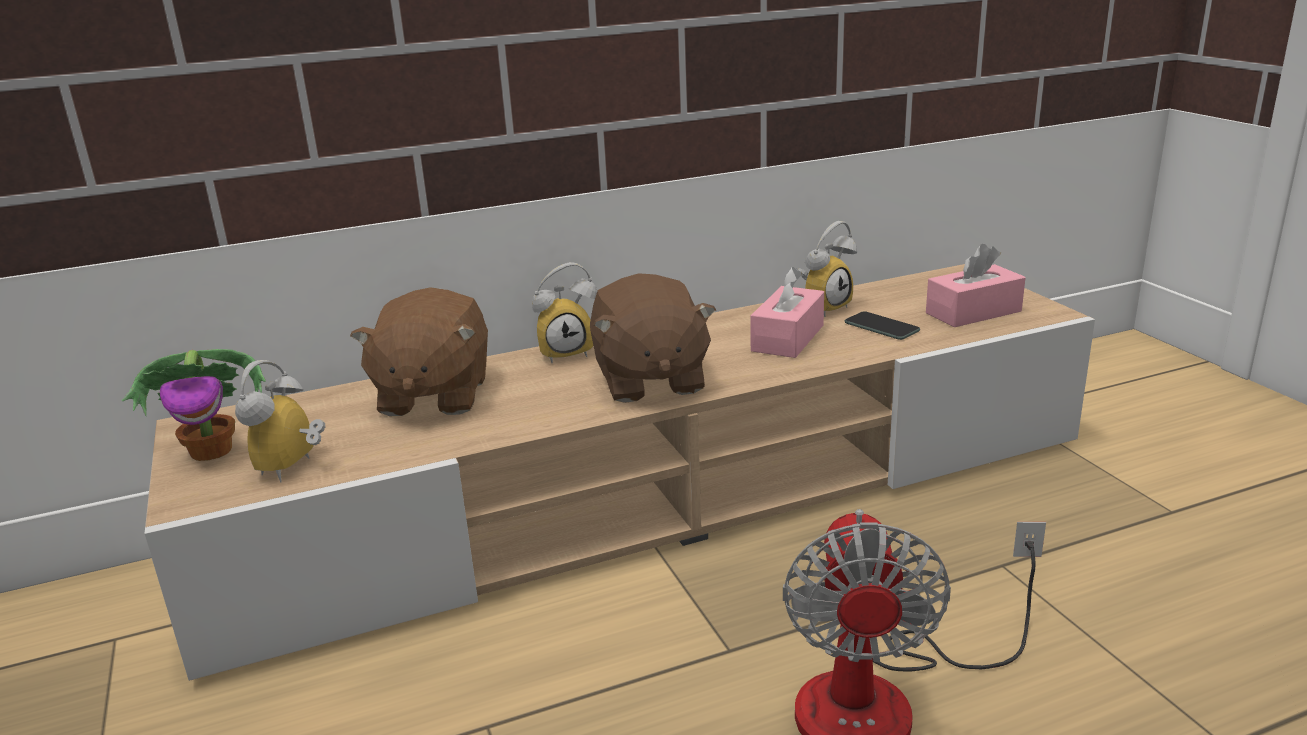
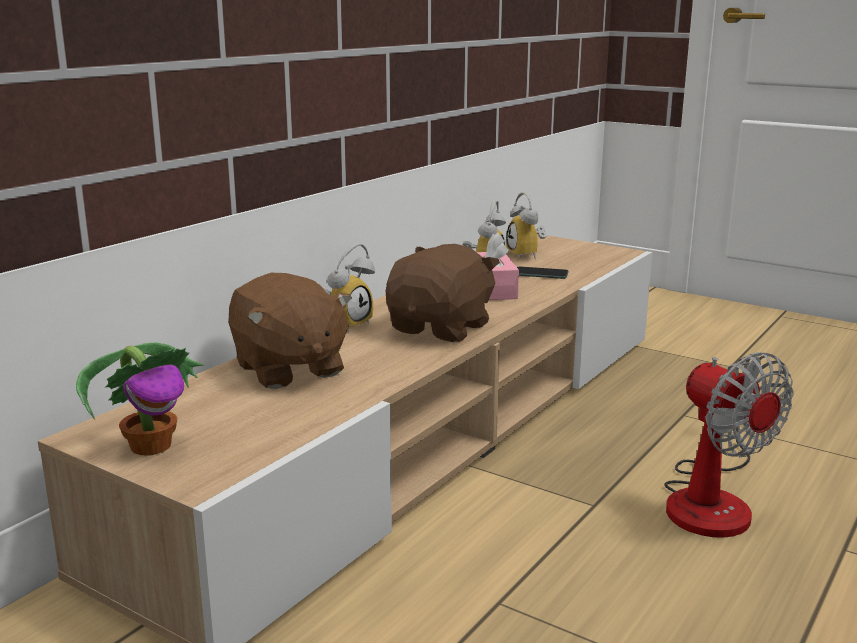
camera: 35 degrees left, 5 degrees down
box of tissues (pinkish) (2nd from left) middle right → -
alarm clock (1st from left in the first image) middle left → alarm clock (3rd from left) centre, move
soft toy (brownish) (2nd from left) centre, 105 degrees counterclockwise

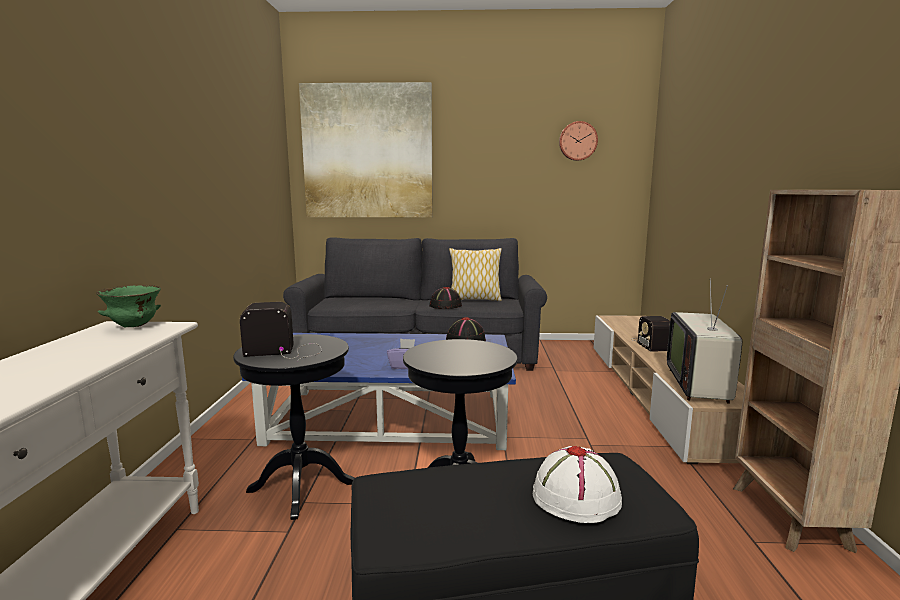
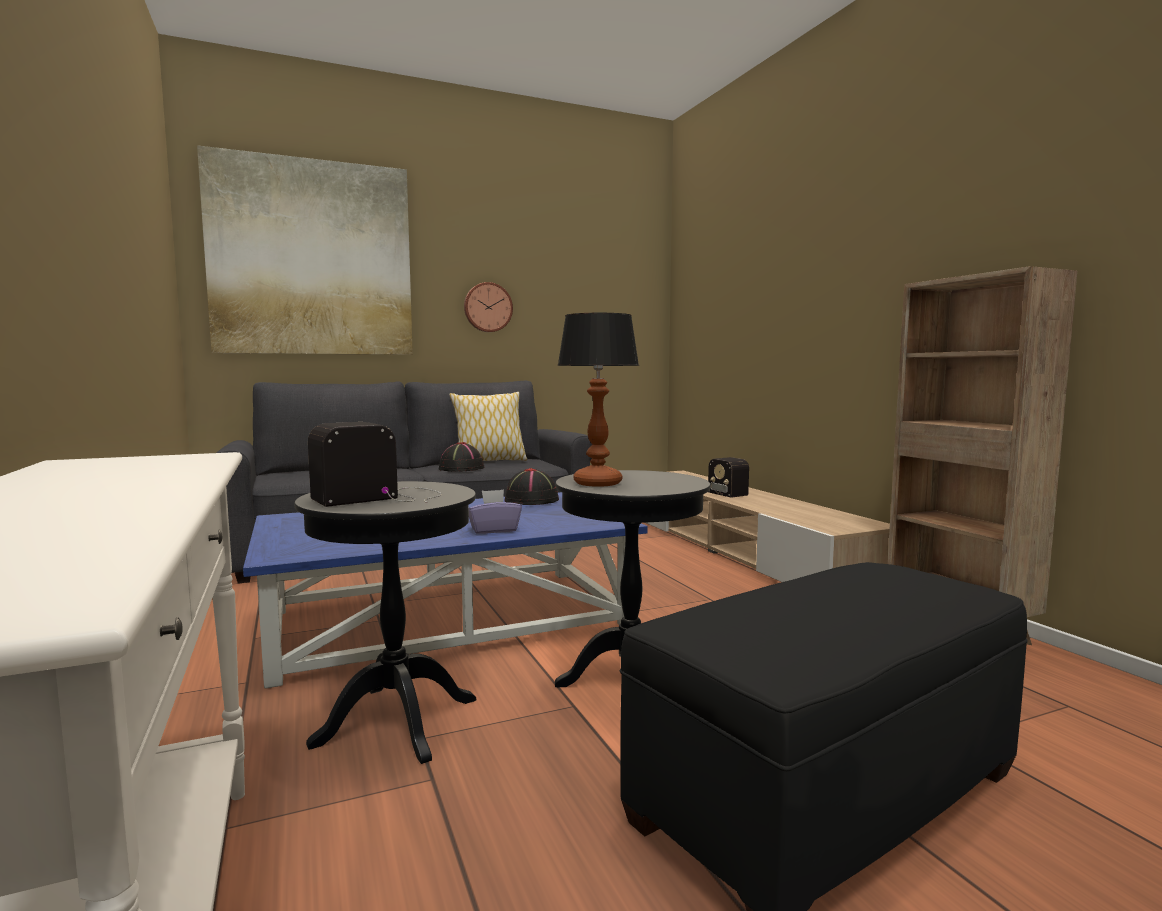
camera: 25 degrees left, 5 degrees down
bowl (greenish) middle left → -
clothing hat (white) bottom centre → -
television middle right → -
- → tabletop lamp centre
wall clock top centre → wall clock centre, move

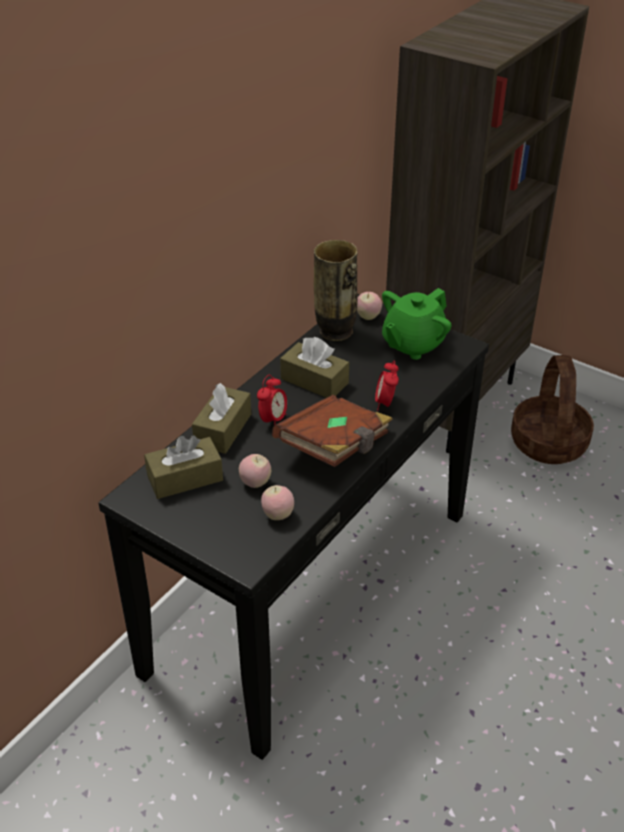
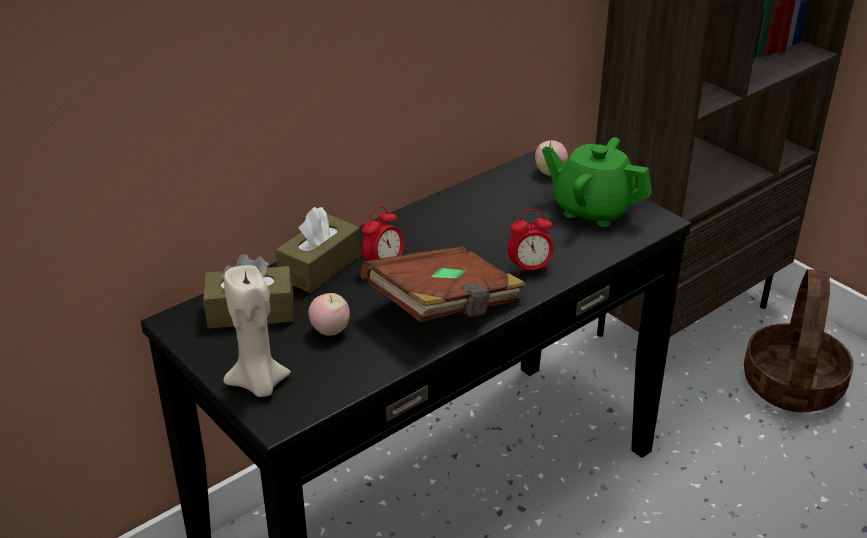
camera: 15 degrees right, 5 degrees down
apple fruit (2nd from left) centre → -
box of tissues (brownish) (3rd from left) centre → -
decorative vase centre → -
- → candle (beige-coloured) middle left
alarm clock (2nd from left) centre, 120 degrees counterclockwise
pot for tea (greenish) middle right, 60 degrees clockwise

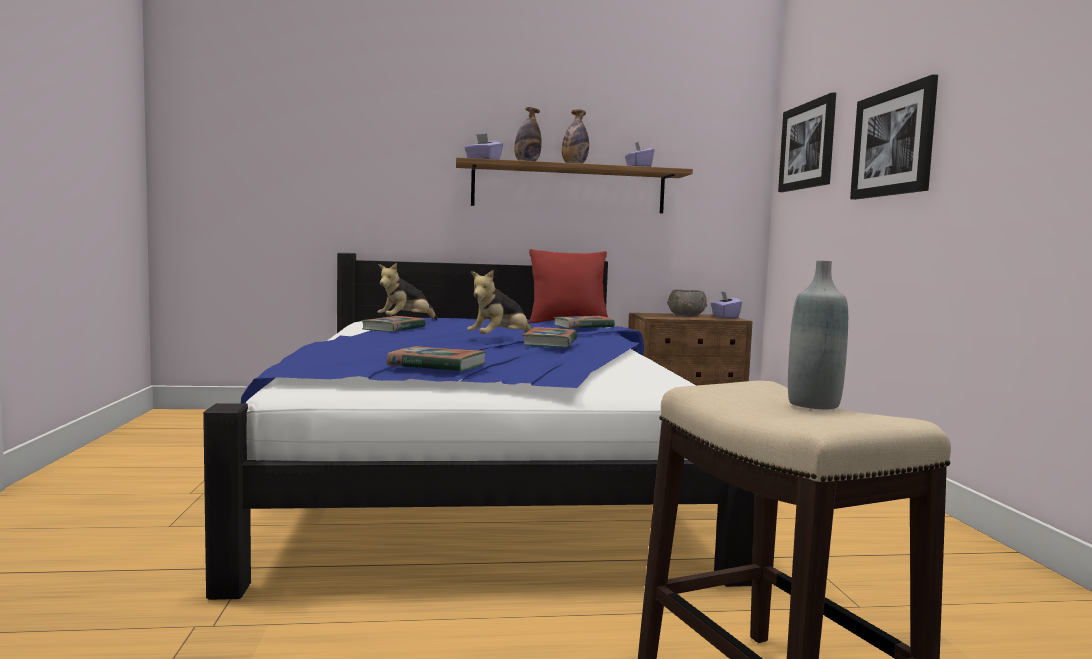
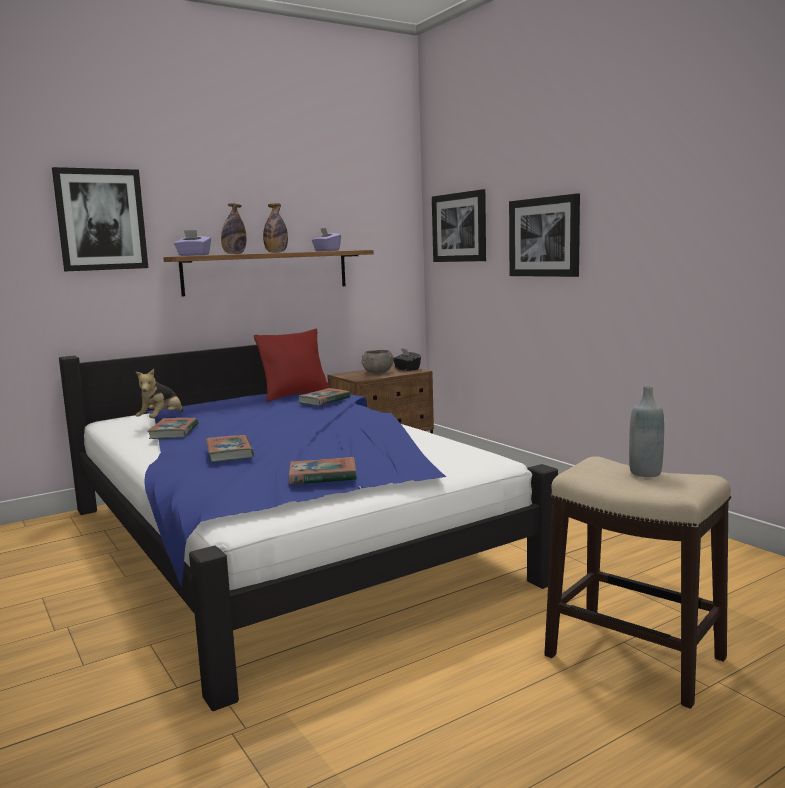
camera: 25 degrees left, 5 degrees up
soft toy (2nd from left) centre → -
- → picture (1st from left) top left
volume (3rd from left in the first image) centre → volume (2nd from left) middle left, move
box of tissues (purple) (3rd from left) centre → box of tissues (black-coloured) centre

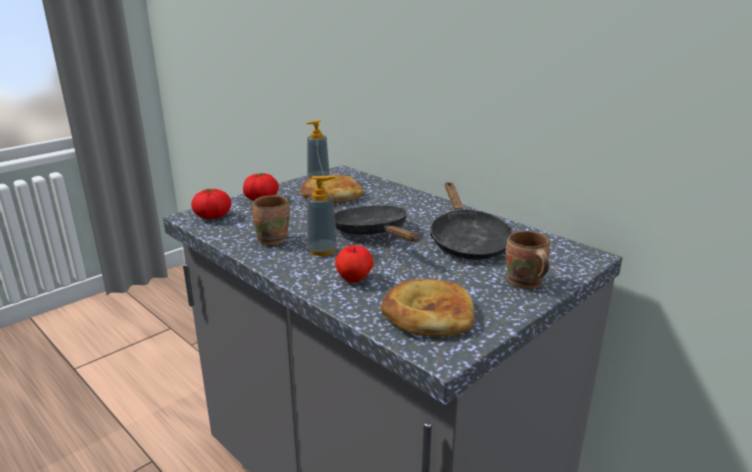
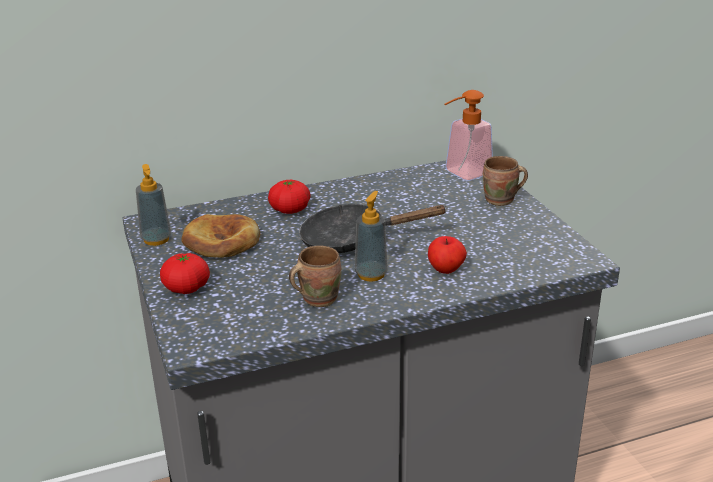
camera: 65 degrees left, 5 degrees up
baked bread (2nd from left) centre → -
skillet (black-coloured) (2nd from left) centre → -
- → soap dispenser (3rd from left) top centre
fresh tomato (1st from left in the first image) middle left → fresh tomato (2nd from left) centre, move

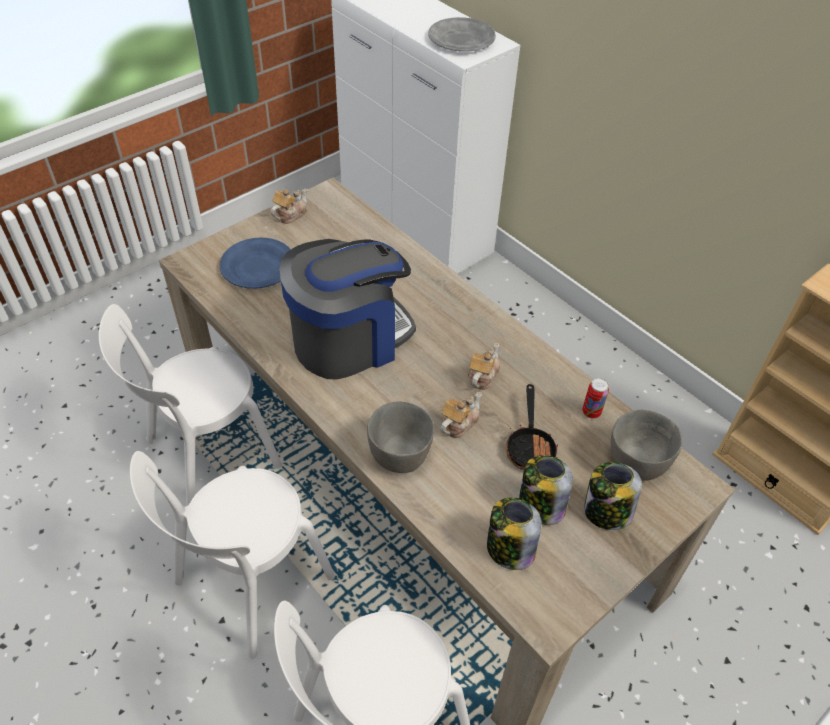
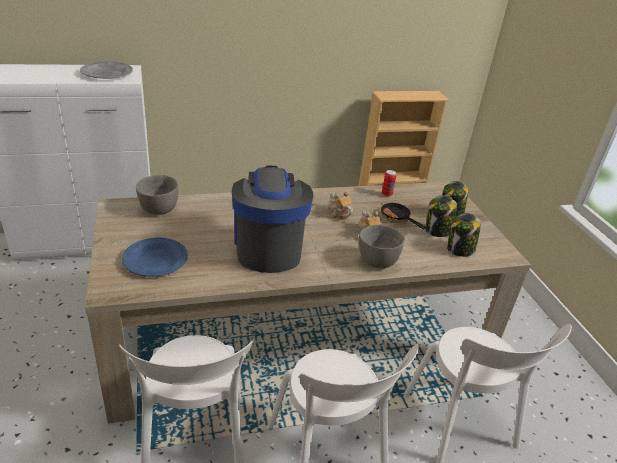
camera: 65 degrees left, 15 degrees down
pot for tea (1st from left) top centre → -
bowl (gray) (2nd from left in the first image) middle right → bowl (gray) (1st from left) middle left, move
skillet centre, 150 degrees counterclockwise

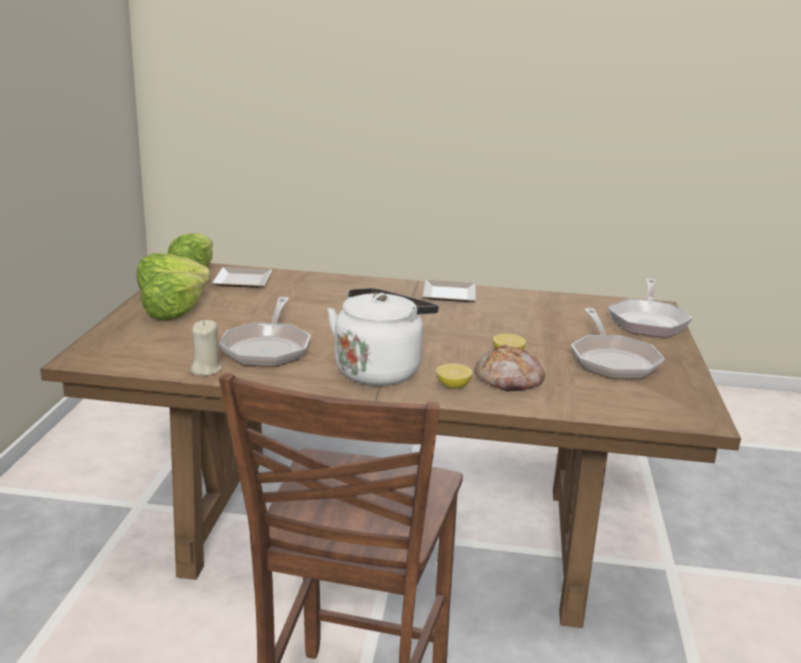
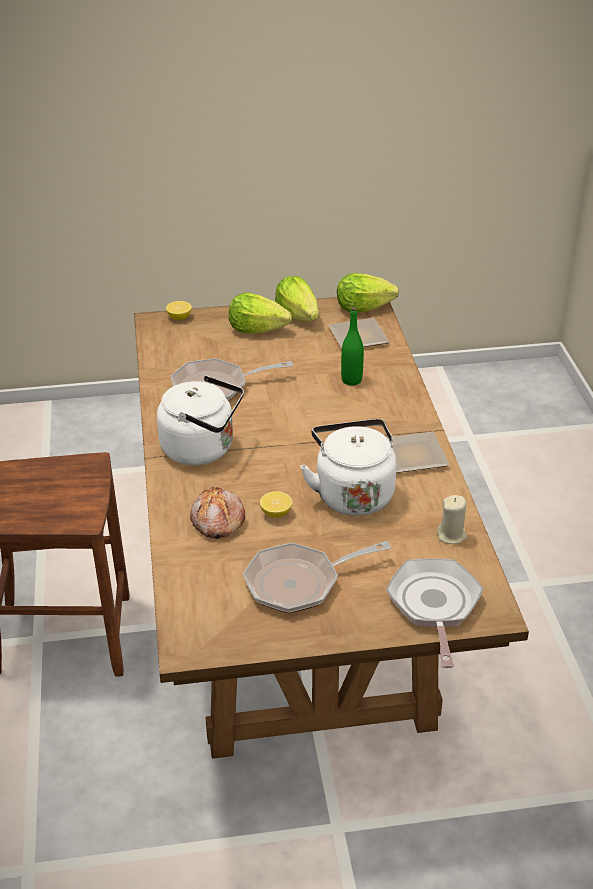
camera: 75 degrees right, 15 degrees up
- → tea kettle (white) (2nd from left) centre
- → beverage bottle (greenish) centre
candle (beige-coloured) middle left → candle (beige-coloured) middle right, move
citrus fruit (1st from left) centre → citrus fruit (1st from left) middle left, move
skillet (3rd from left) middle right → skillet (3rd from left) bottom right, 90 degrees clockwise

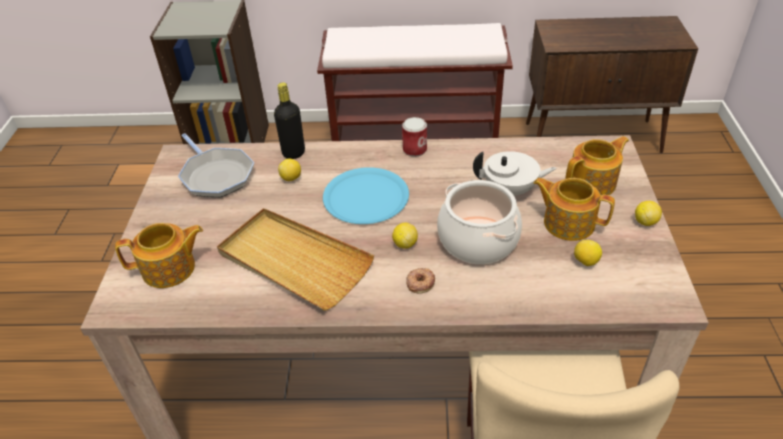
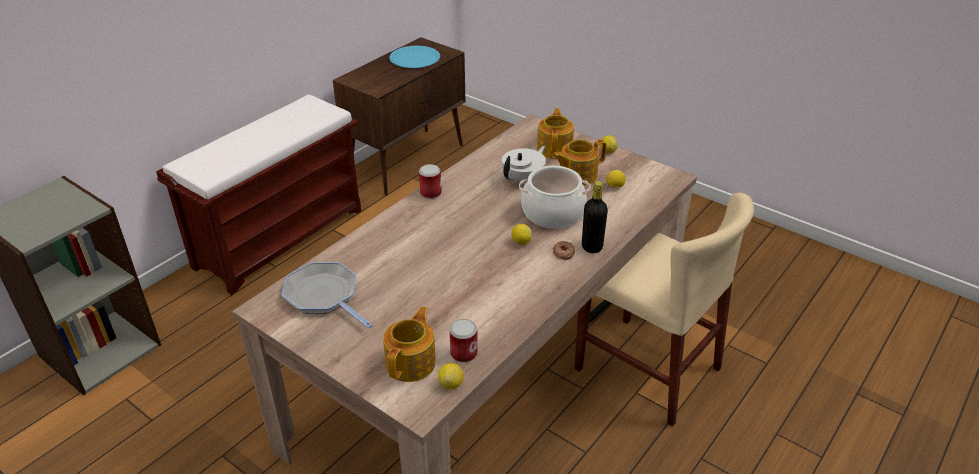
camera: 55 degrees left, 5 degrees down
carrying tray (beige-coloured) centre → -
- → sealed can (2nd from left) bottom centre
beverage bottle (black-coloured) top centre → beverage bottle (black-coloured) centre, move
citrus fruit (1st from left) centre → citrus fruit (1st from left) bottom centre, move
flat dish (blue-coloured) centre → flat dish (blue-coloured) top centre, move
skillet middle left → skillet centre, 135 degrees counterclockwise

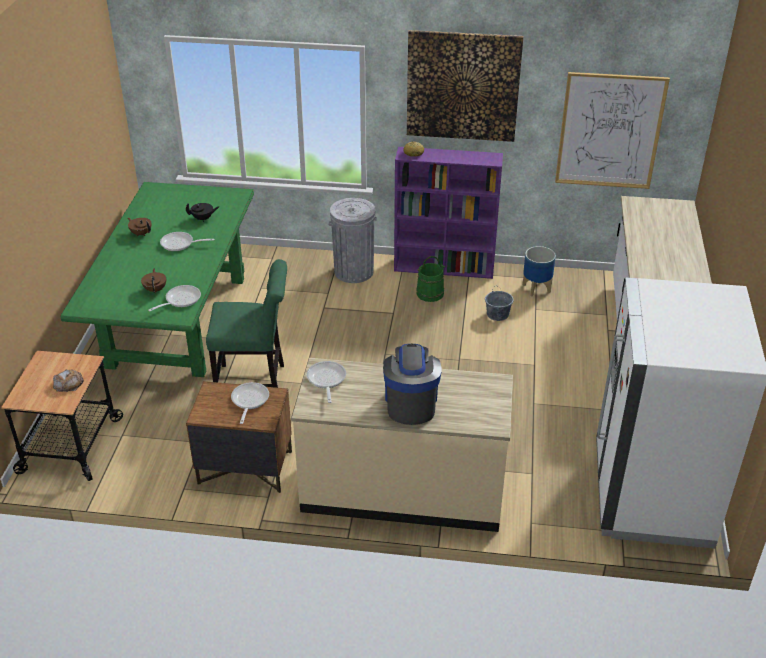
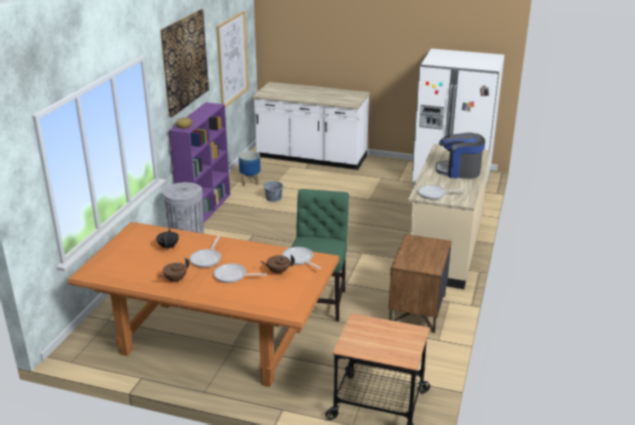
camera: 80 degrees left, 10 degrees down
baked bread (1st from left) middle left → -
pail (greenish) centre → -
skillet (3rd from left in the first image) middle left → skillet (2nd from left) centre, move
dinner table (greenish) middle left → dinner table (orange) bottom left

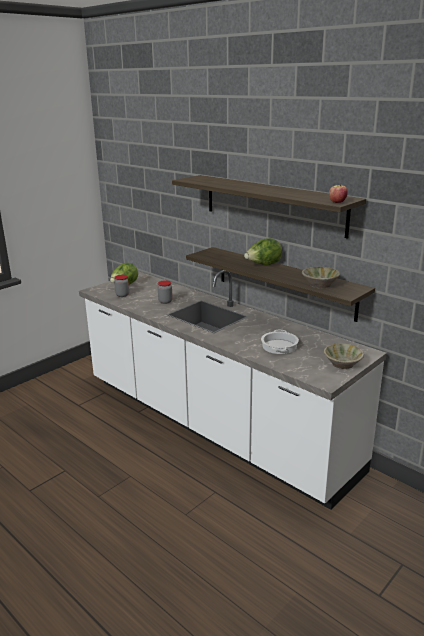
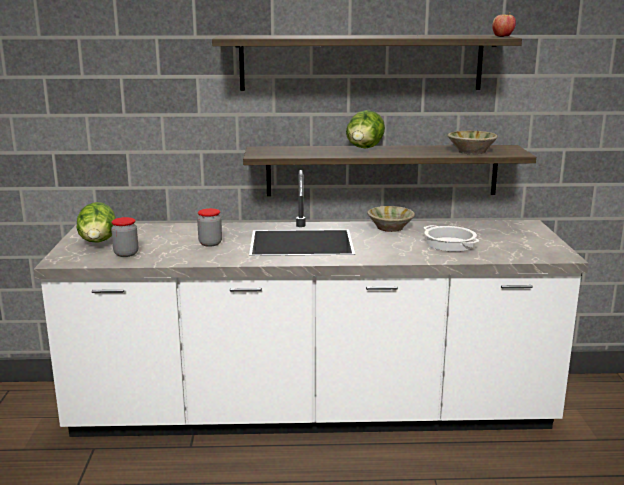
camera: 45 degrees left, 5 degrees down
bowl (beige-coloured) (2nd from left in the first image) middle right → bowl (beige-coloured) (1st from left) centre, move

